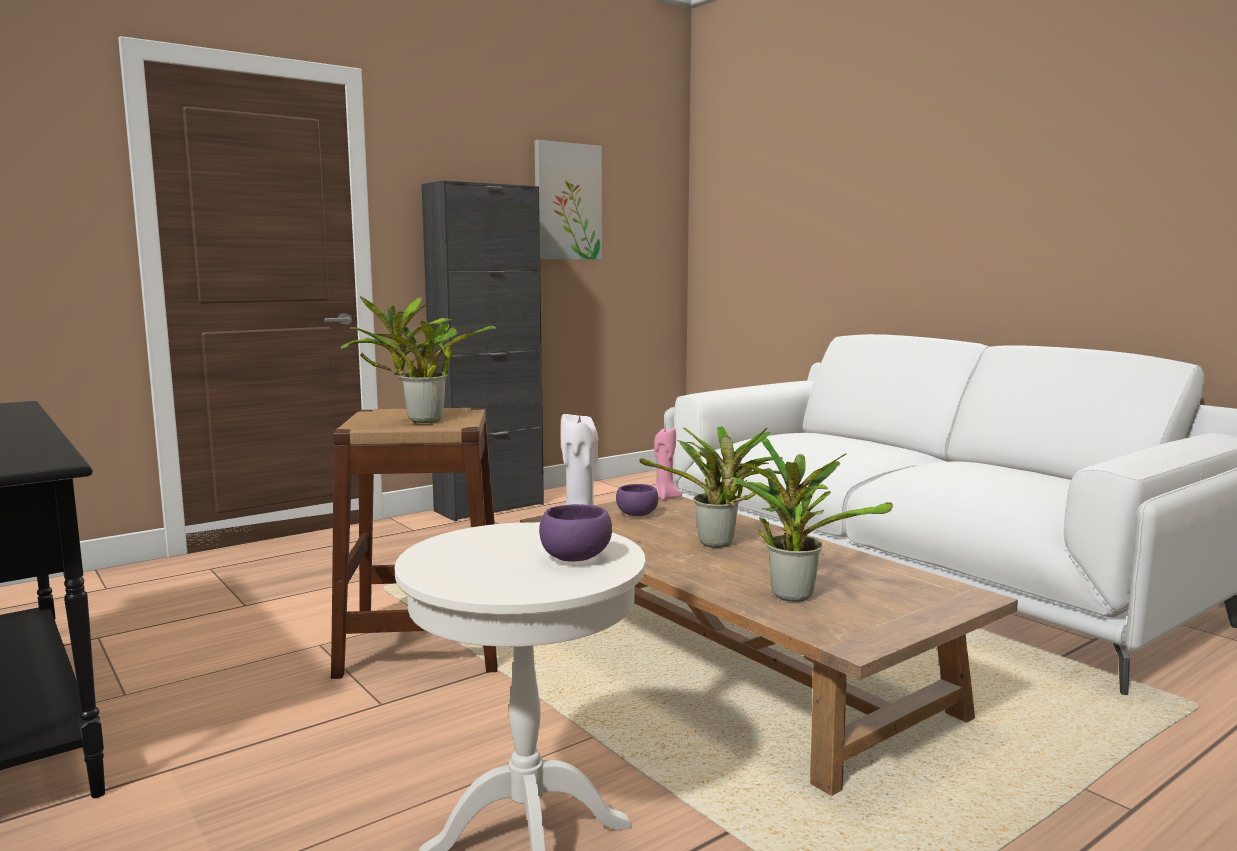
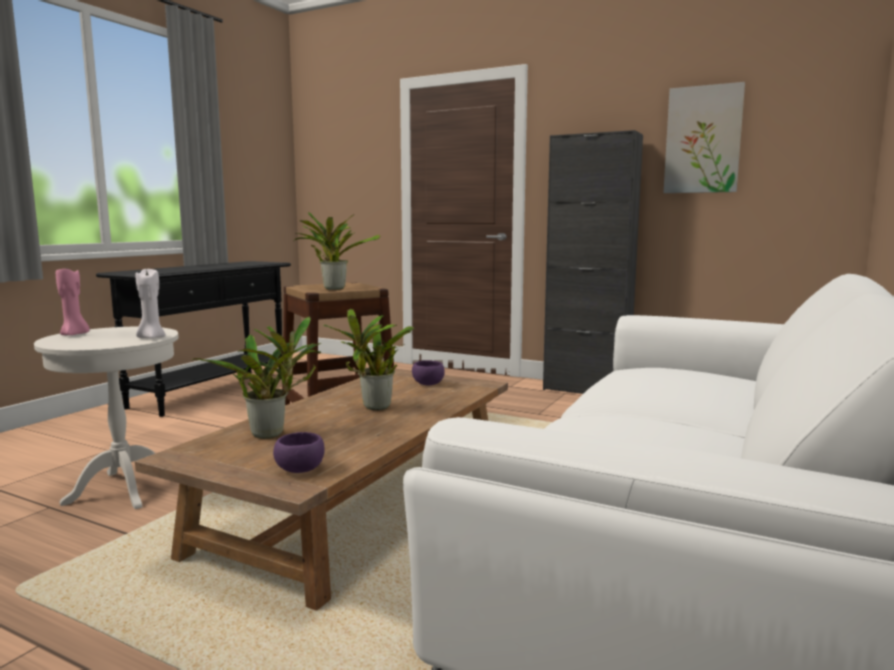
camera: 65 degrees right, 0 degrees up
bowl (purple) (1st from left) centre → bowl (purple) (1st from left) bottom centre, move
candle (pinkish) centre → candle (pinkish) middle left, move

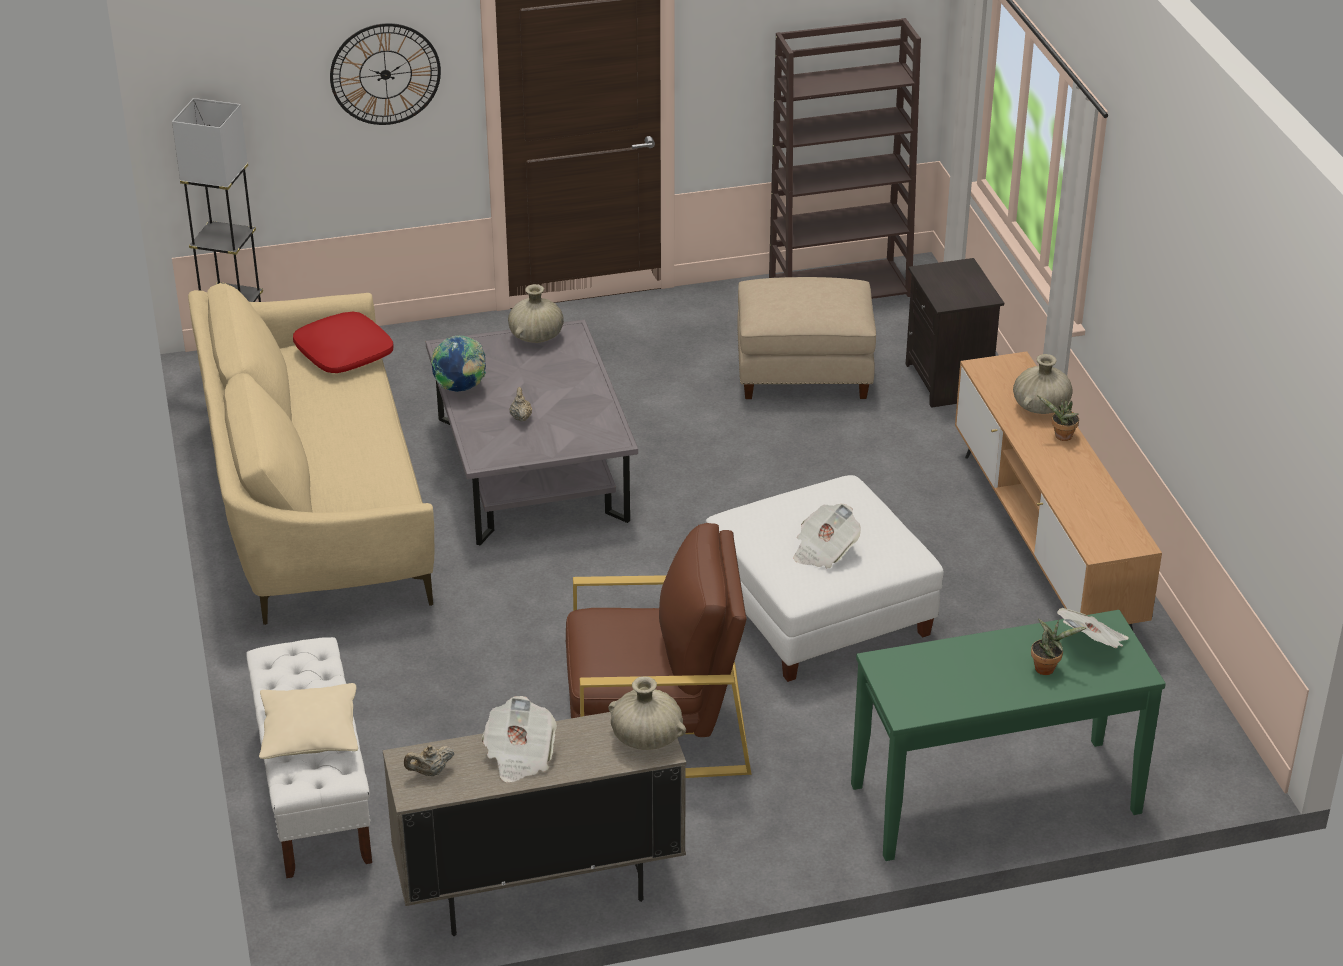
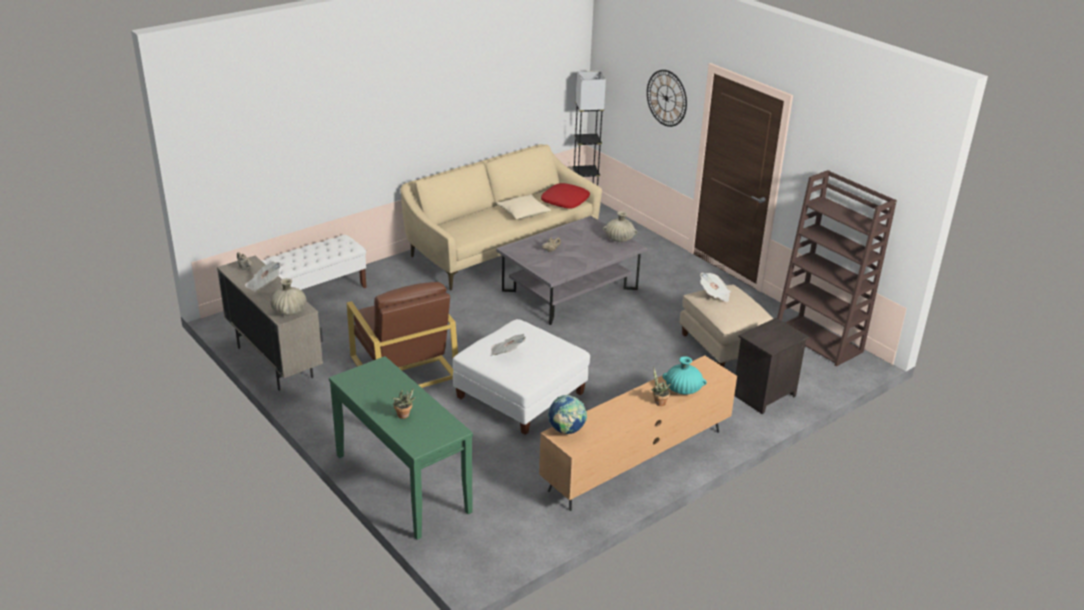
camera: 65 degrees right, 5 degrees down
pillow (beige-coloured) bottom left → pillow (beige-coloured) centre, move
desk globe centre → desk globe bottom centre, move
newspaper (3rd from left) middle right → newspaper (3rd from left) centre, move
decorative vase (beige-coloured) (3rd from left) middle right → decorative vase (turquoise) centre

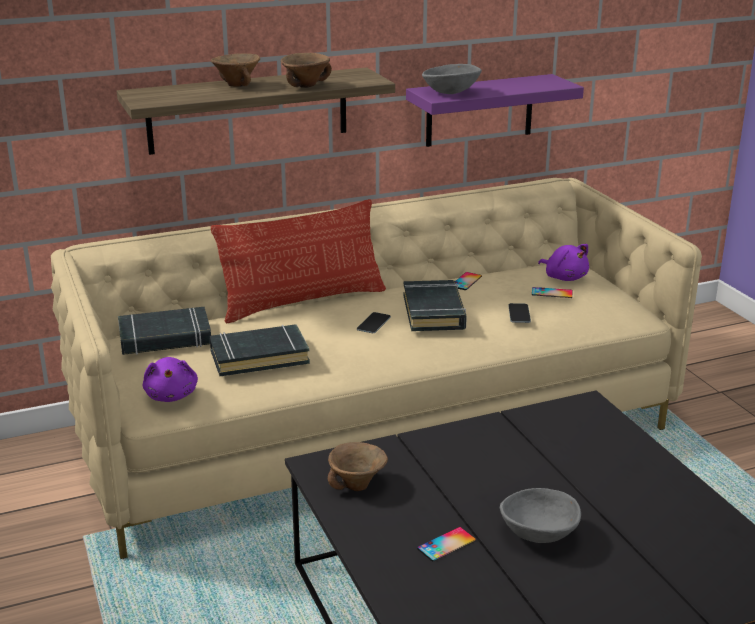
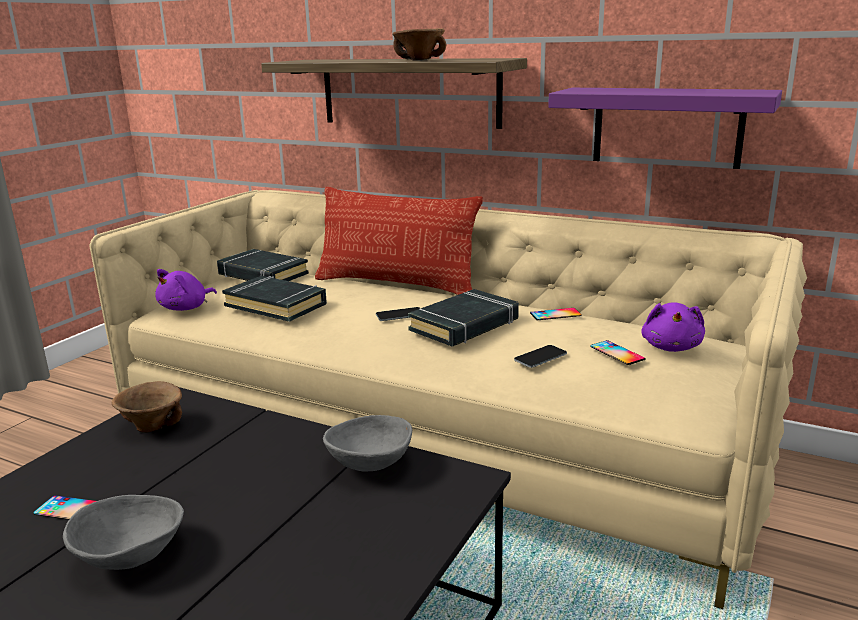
camera: 50 degrees right, 5 degrees down
bowl (brownish) (1st from left) top left → -
bowl (gray) (1st from left in the first image) top centre → bowl (gray) (2nd from left) bottom centre, move

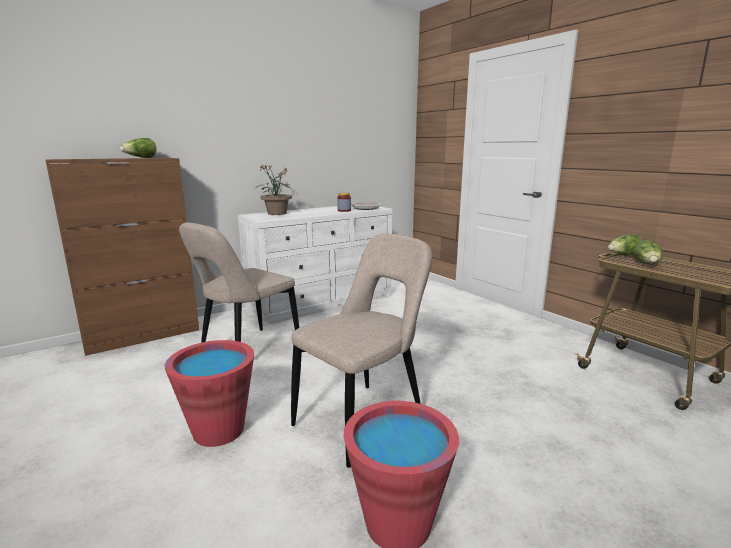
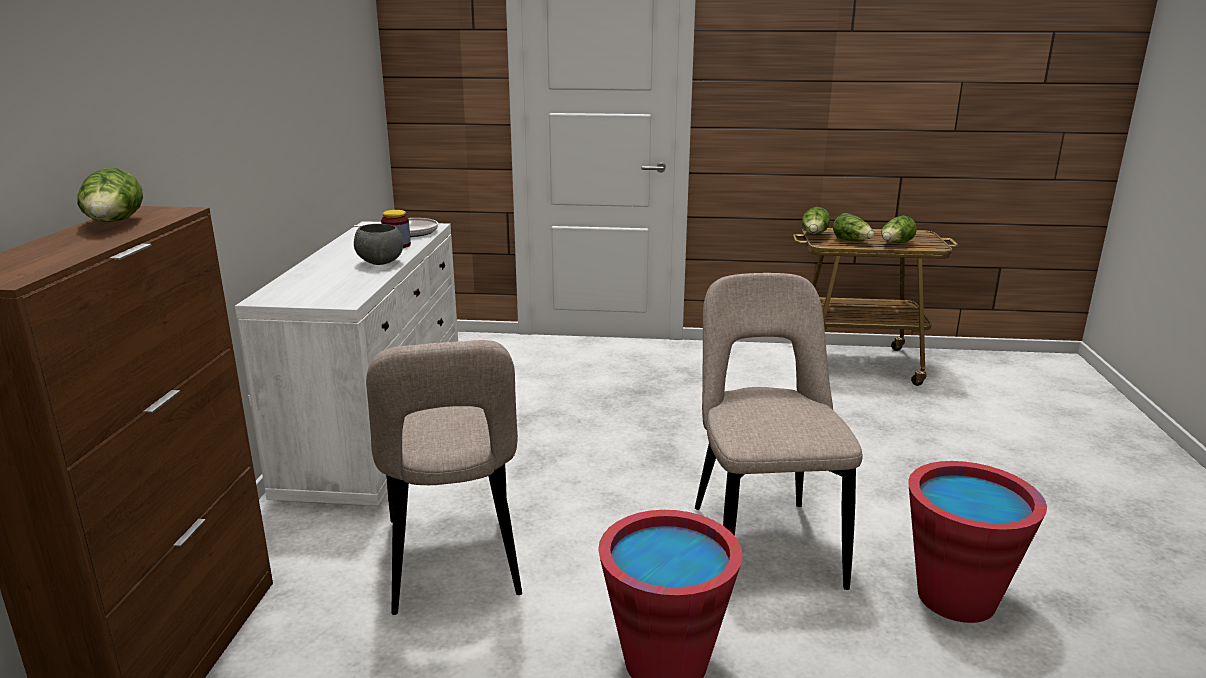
camera: 50 degrees left, 5 degrees up
potted plant centre → -
- → bowl (gray) middle left
- → lettuce (4th from left) middle right

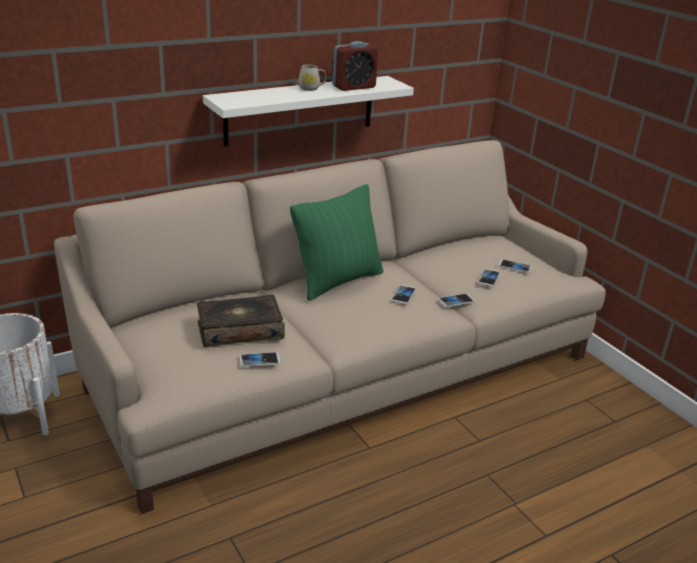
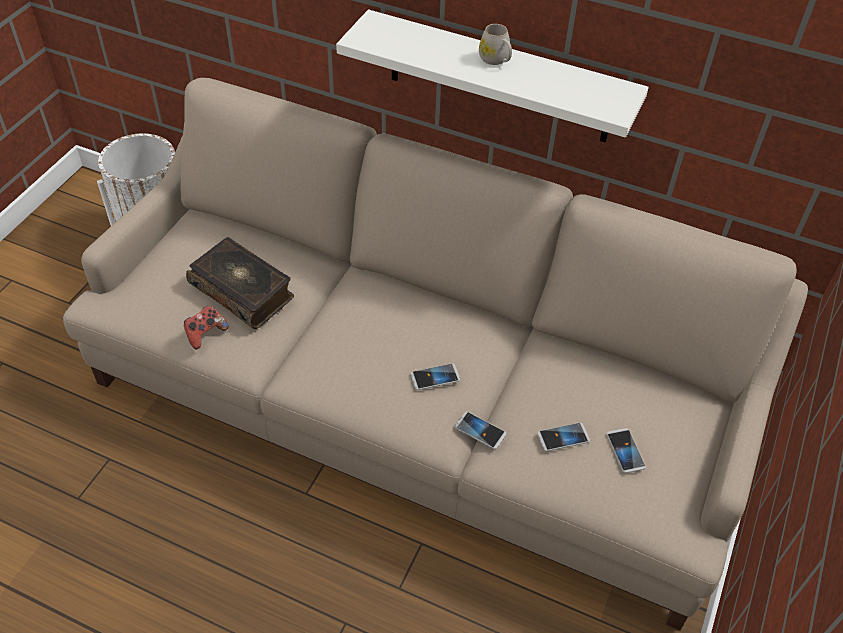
camera: 55 degrees right, 20 degrees up
pillow (greenish) centre → -
alarm clock top centre → -
telephone (1st from left) centre → game controller middle left

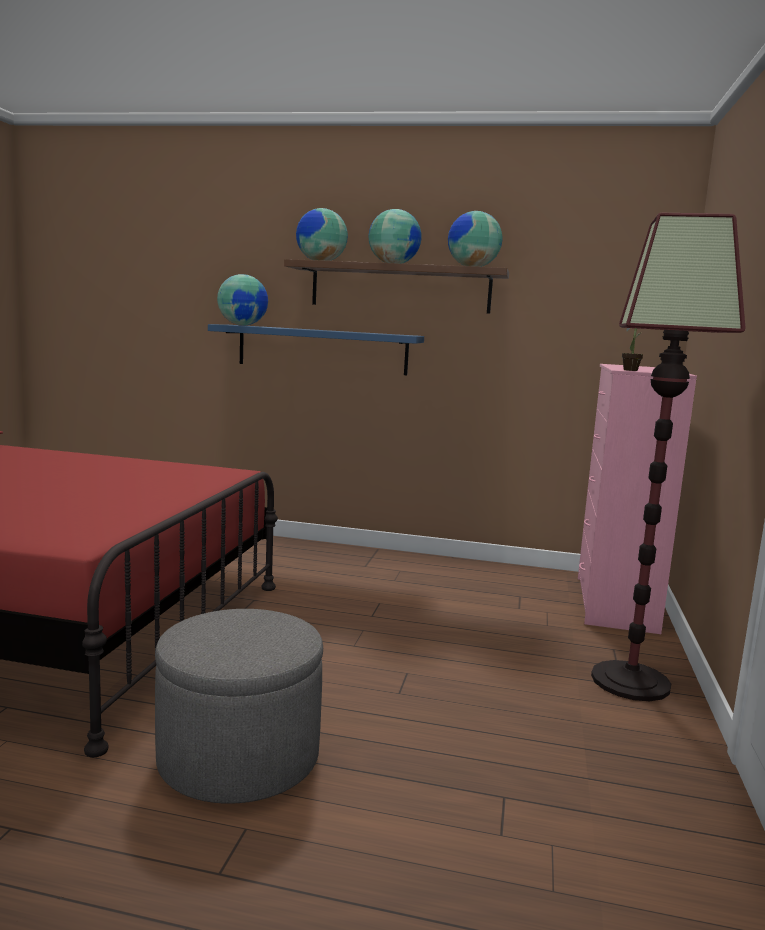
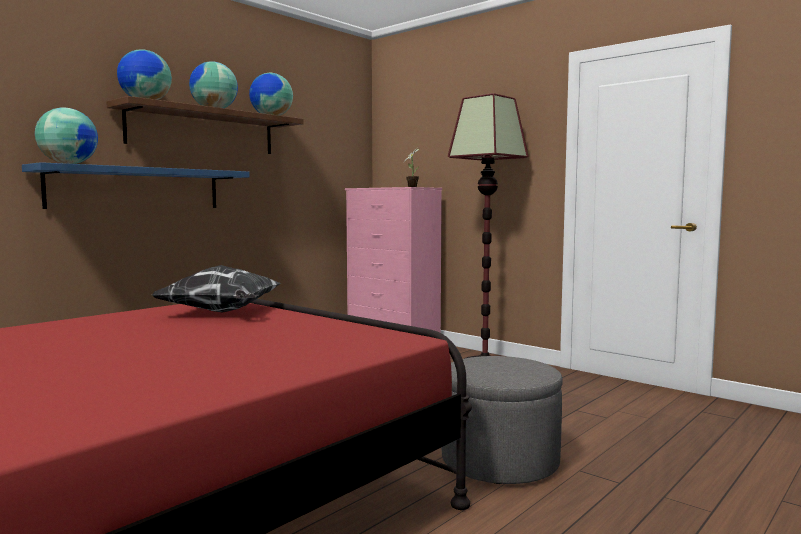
camera: 60 degrees left, 5 degrees down
- → pillow middle left

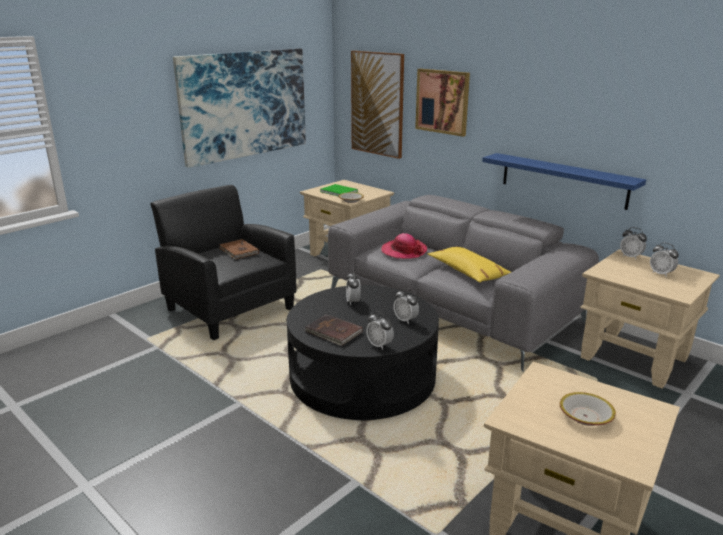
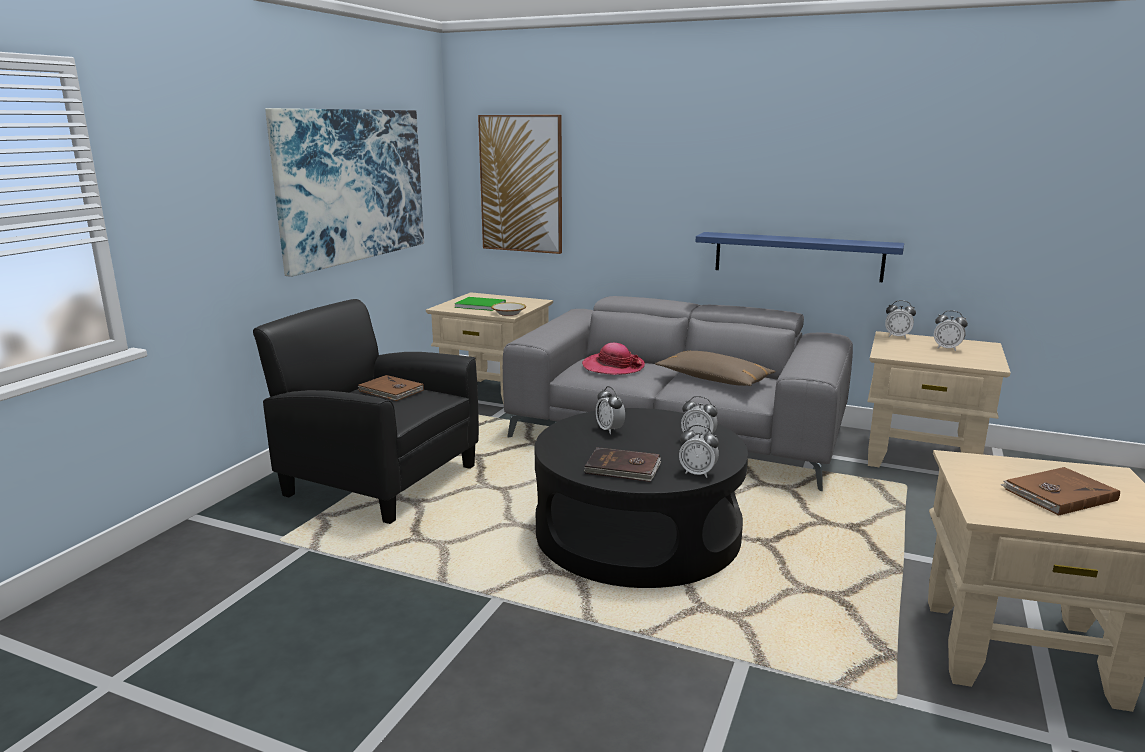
camera: 20 degrees left, 5 degrees down
picture (3rd from left) top centre → -
bowl (2nd from left) bottom right → volume (brownish) (3rd from left) middle right
pillow (yellow-coloured) centre → pillow (brownish) centre

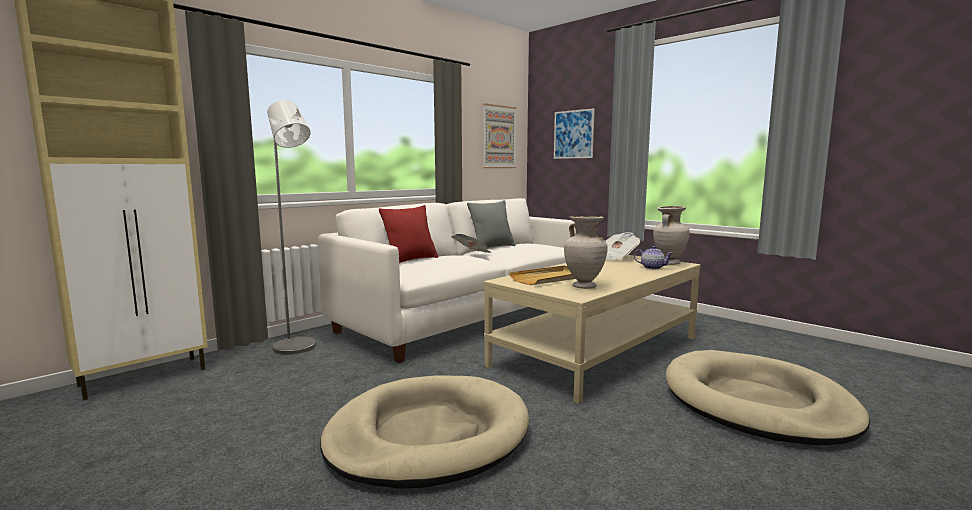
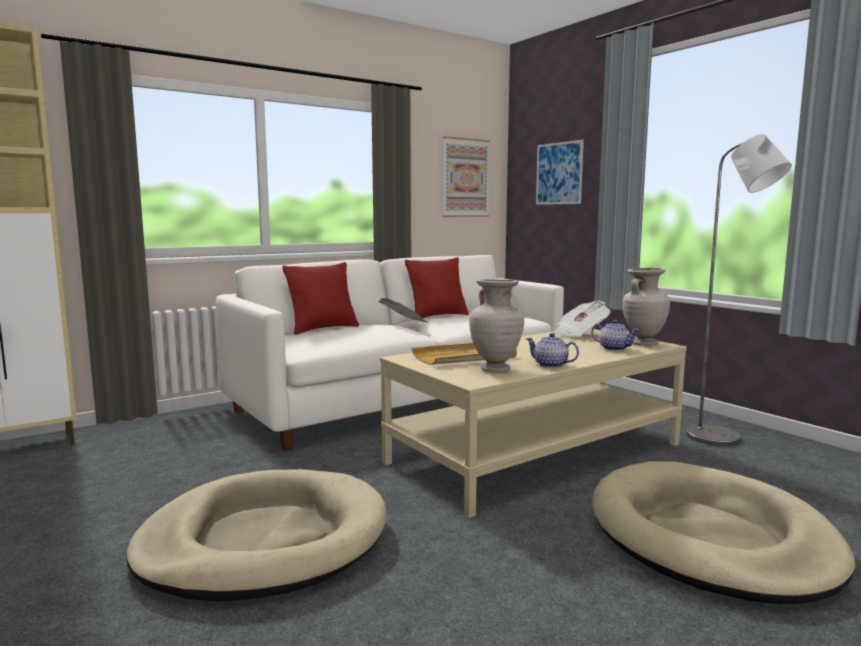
camera: 10 degrees right, 0 degrees up
- → pot for tea (1st from left) centre
standard lamp (gray) middle left → standard lamp (gray) middle right, move
pillow (gray) centre → pillow (reddish) (2nd from left) centre

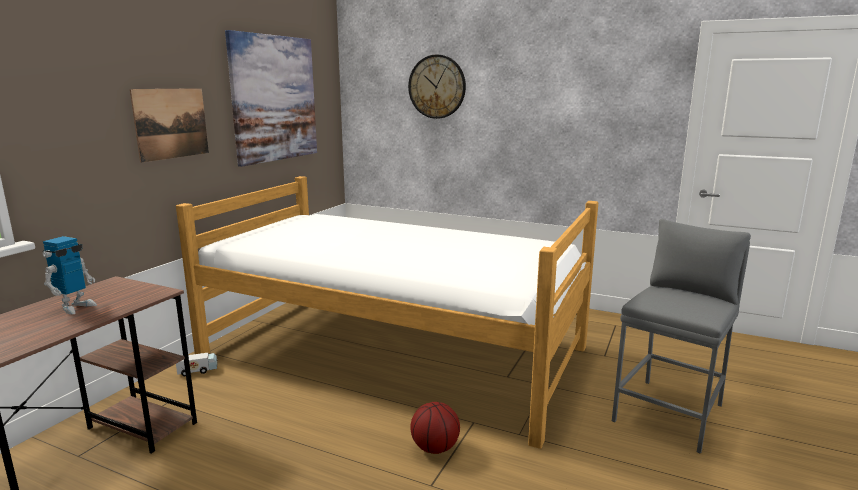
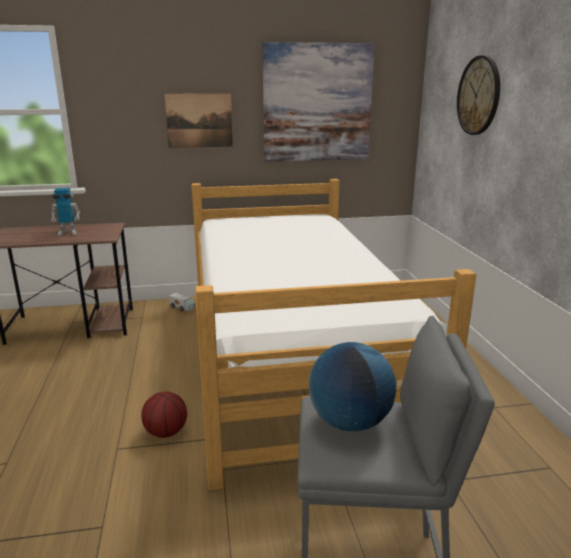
camera: 55 degrees right, 5 degrees up
- → desk globe bottom centre

